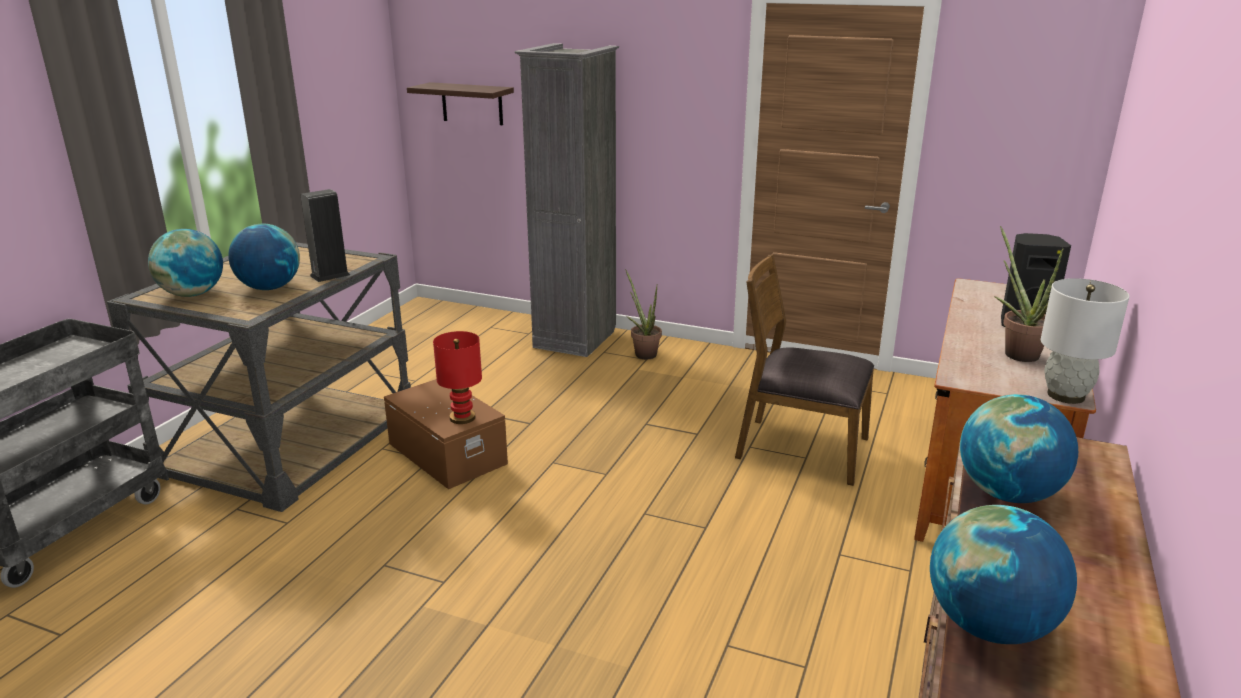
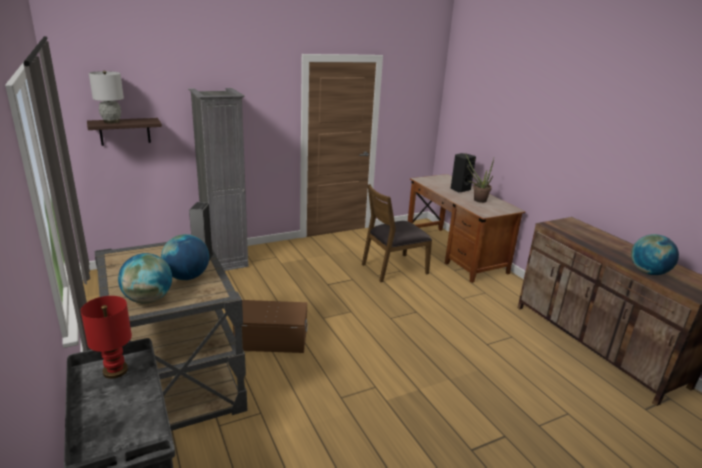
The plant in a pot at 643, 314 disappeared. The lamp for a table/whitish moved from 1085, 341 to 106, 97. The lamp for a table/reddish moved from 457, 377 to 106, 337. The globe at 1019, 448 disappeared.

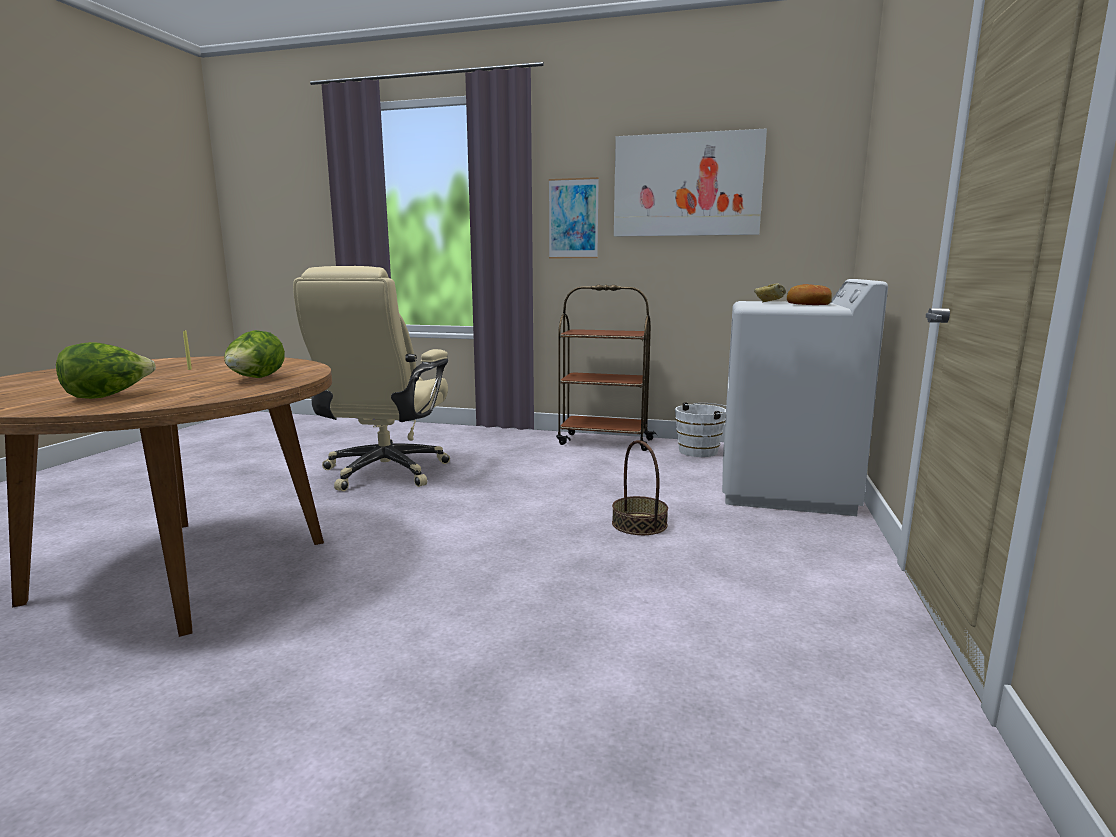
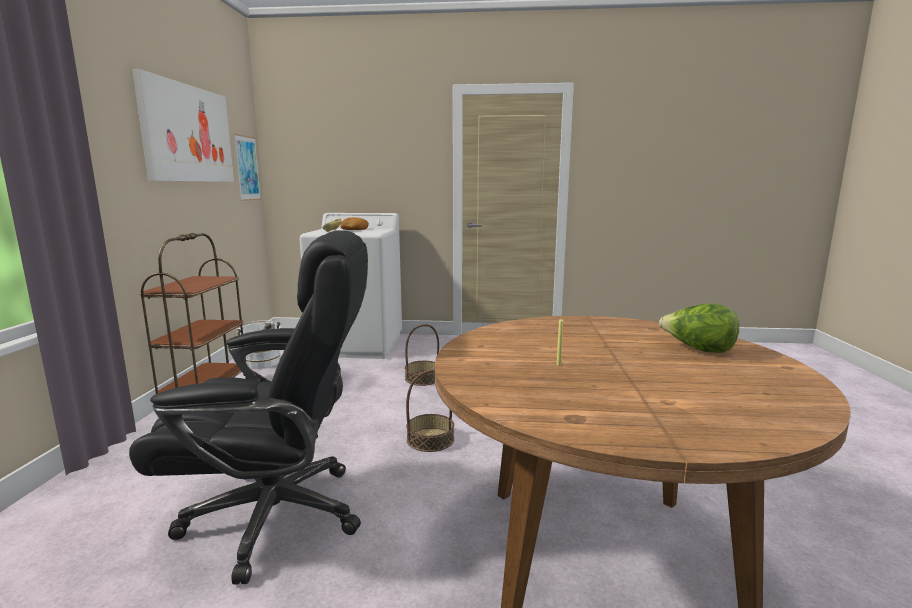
The wall picture moved from 574, 217 to 247, 167. The office chair/beige at 371, 378 became the office chair/black at 248, 407. The head of lettuce at 254, 354 disappeared. The storage basket at 430, 410 appeared.

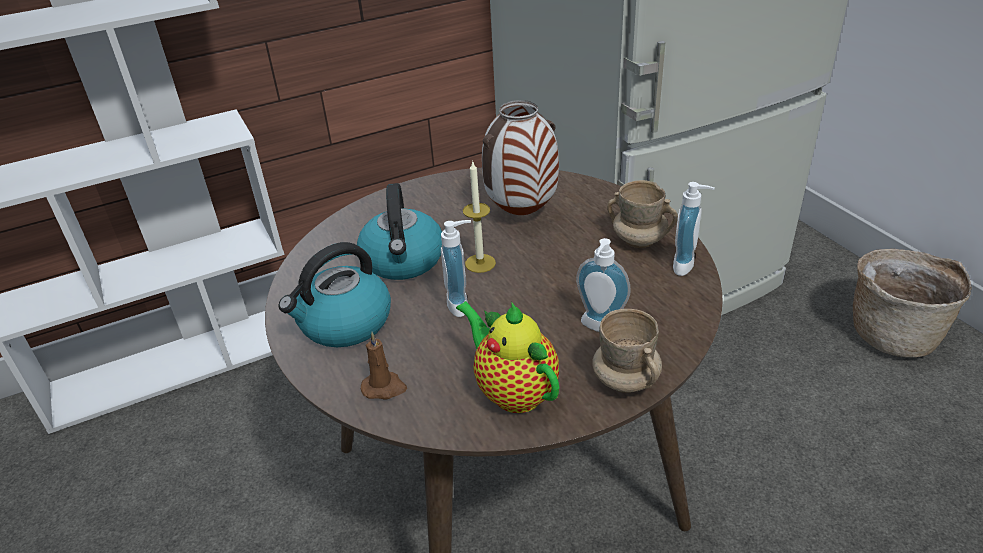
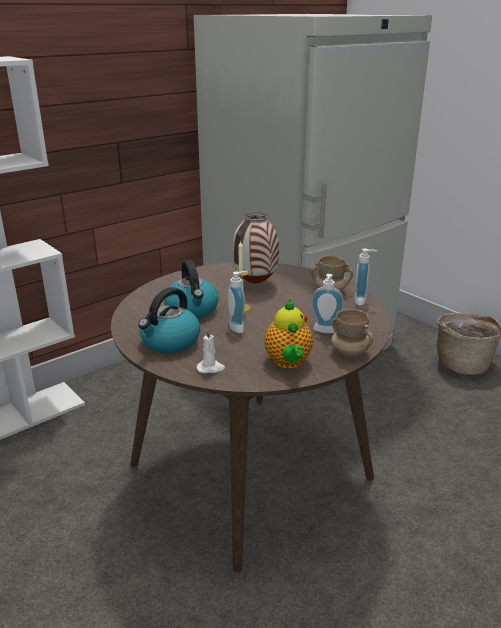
The pot for tea at 507, 357 turned 135 degrees counterclockwise. The wax candle/brownish at 384, 366 became the wax candle/whitish at 211, 350.

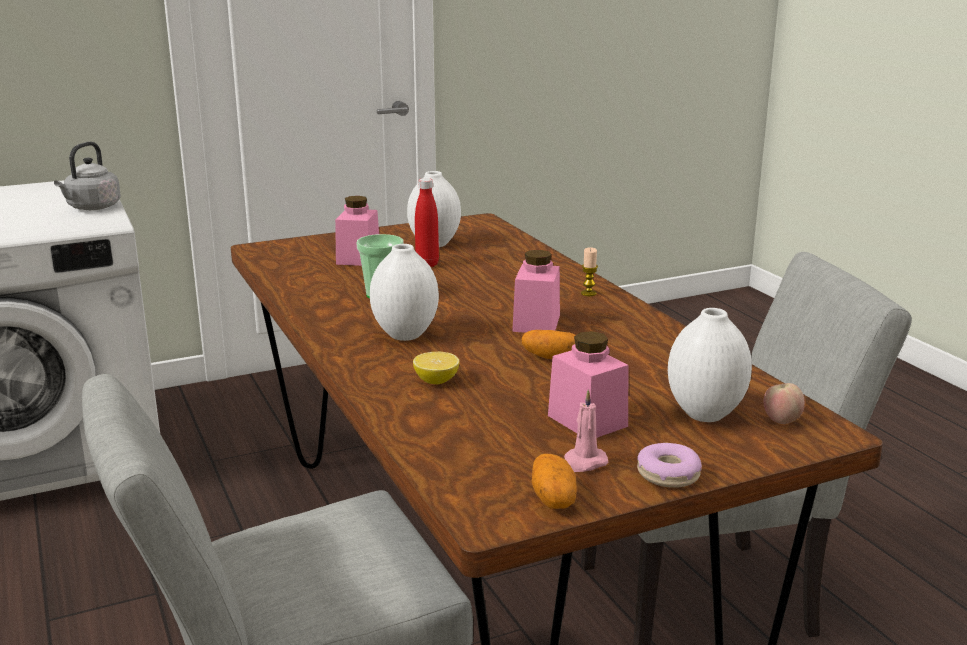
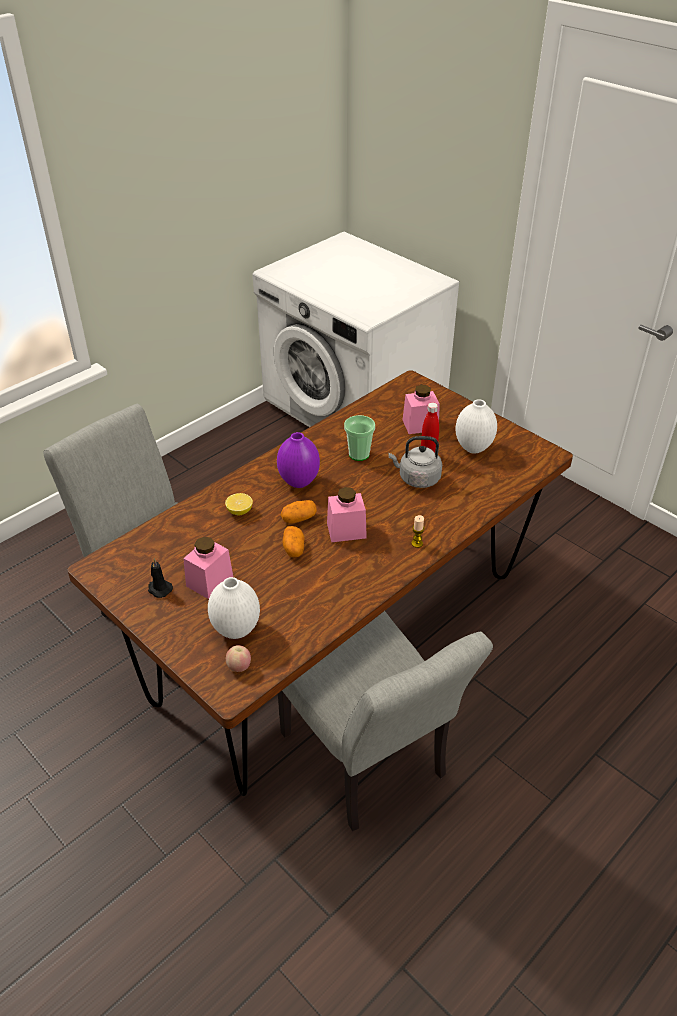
The tea kettle/greyish moved from 87, 176 to 415, 462. The flower vase/whitish at 404, 292 became the flower vase/purple at 298, 460. The wax candle/pink-coloured at 586, 430 became the wax candle/black at 160, 578. The ring doughnut at 669, 465 disappeared. The whole potato moved from 554, 481 to 298, 512.

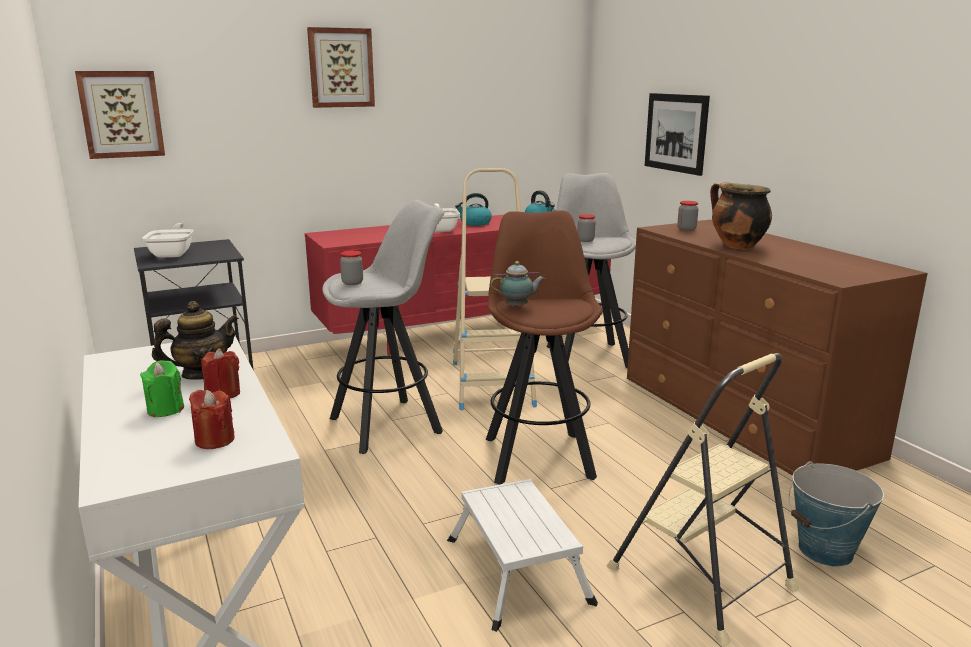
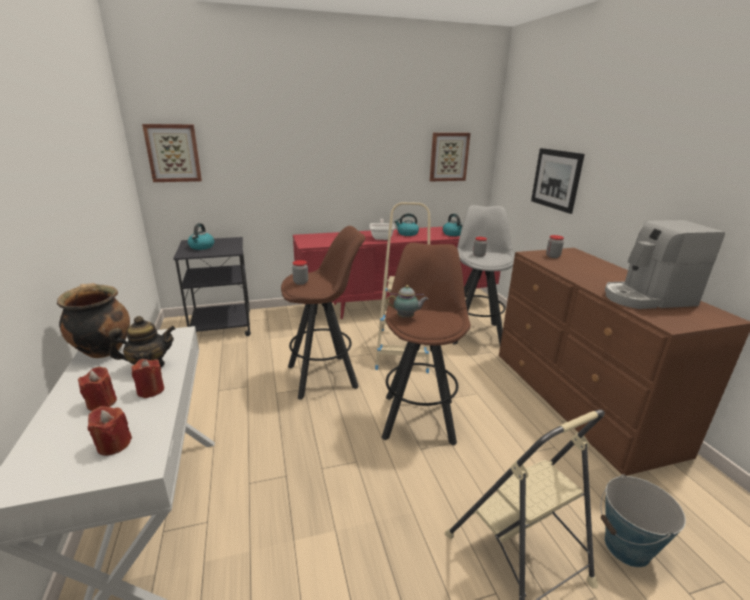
The wall picture moved from 341, 67 to 450, 157. The cooking pot moved from 741, 215 to 93, 320. The sitting stool/greyish at 383, 327 became the sitting stool/brownish at 323, 313. The frying pan at 168, 240 was replaced by the tea kettle at 201, 236. The wax candle/green-coloured at 162, 388 became the wax candle/reddish at 97, 389. The step stool/whitish at 522, 555 disappeared. The coffee machine at 665, 264 appeared.

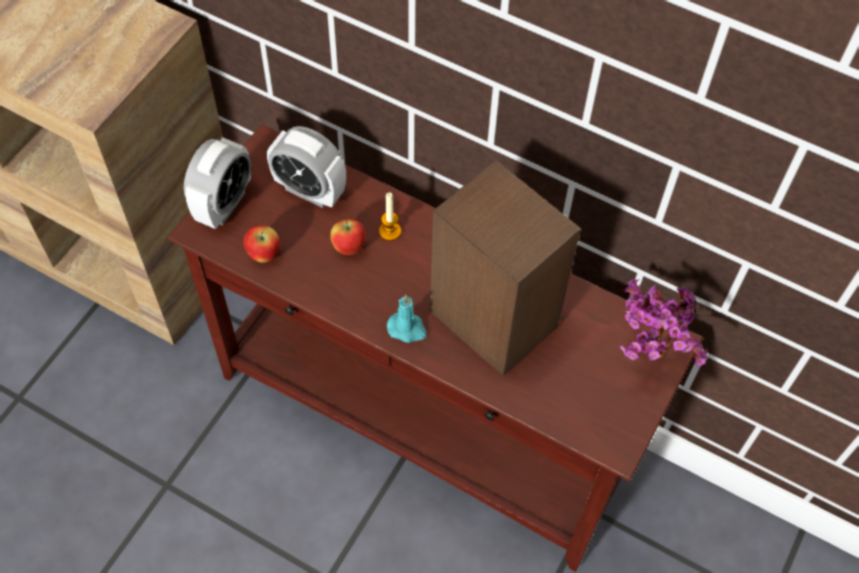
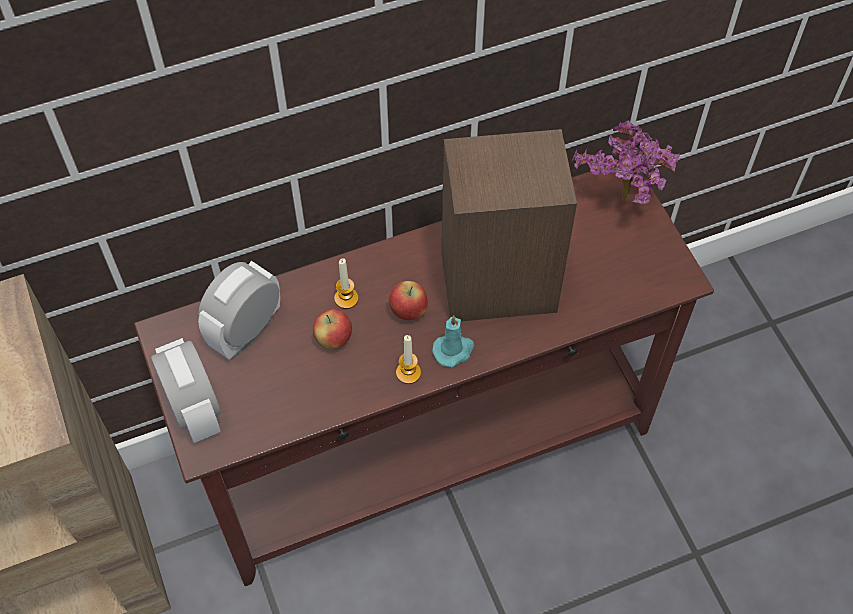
The bedside clock at 306, 167 turned 150 degrees clockwise. The apple moved from 261, 244 to 408, 300. The wax candle at 408, 359 appeared.

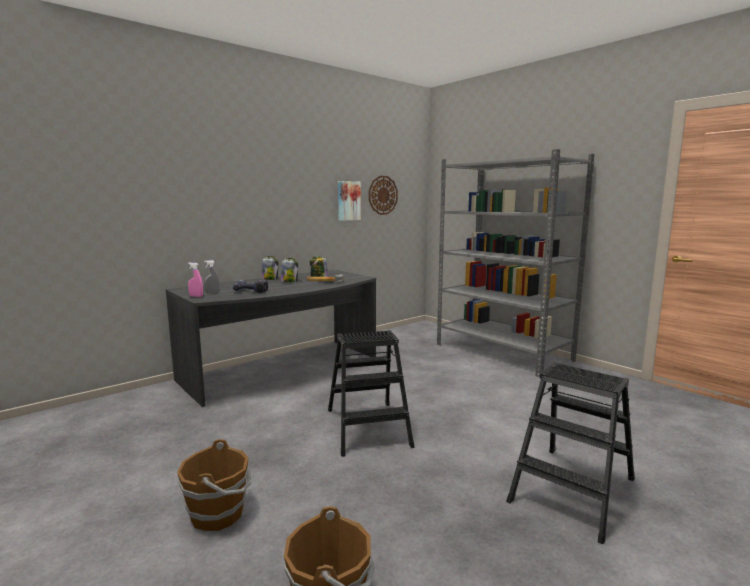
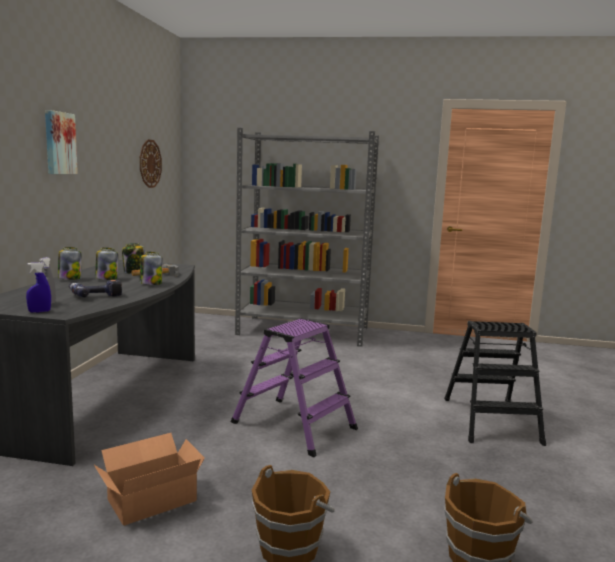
The wall picture moved from 349, 201 to 61, 142. The sprayer/pink-coloured at 195, 279 became the sprayer/bluish at 38, 287. The step stool/black at 371, 393 became the step stool/purple at 294, 387. The jar at 151, 268 appeared. The packing box at 149, 479 appeared.

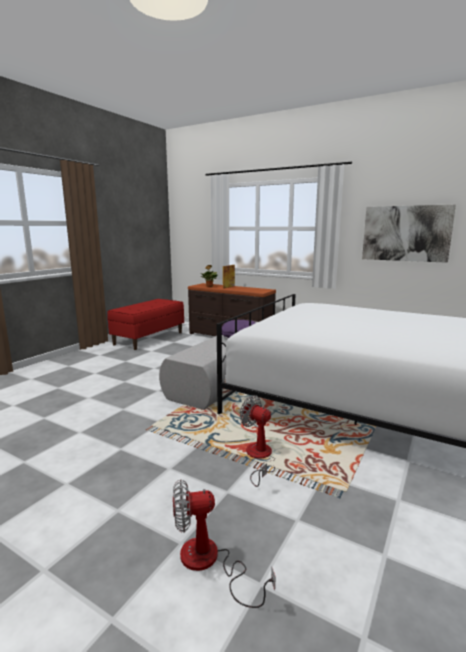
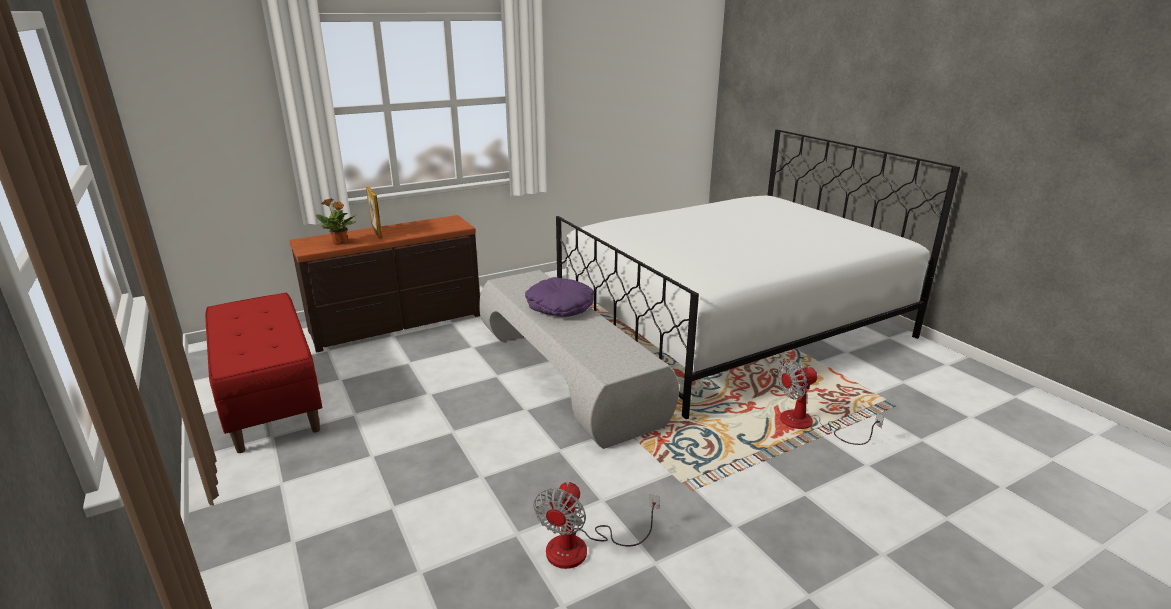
The wall picture at 409, 234 disappeared. The fan moved from 224, 543 to 597, 525.

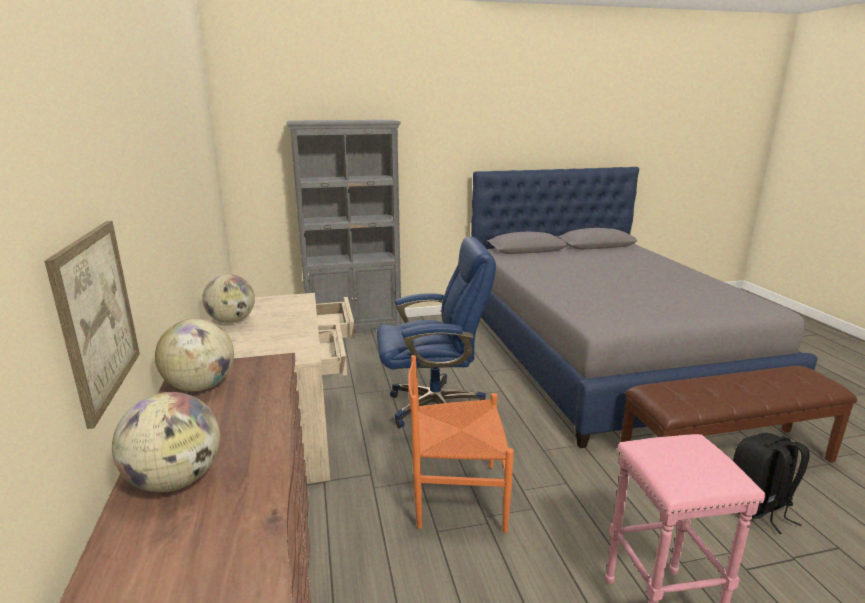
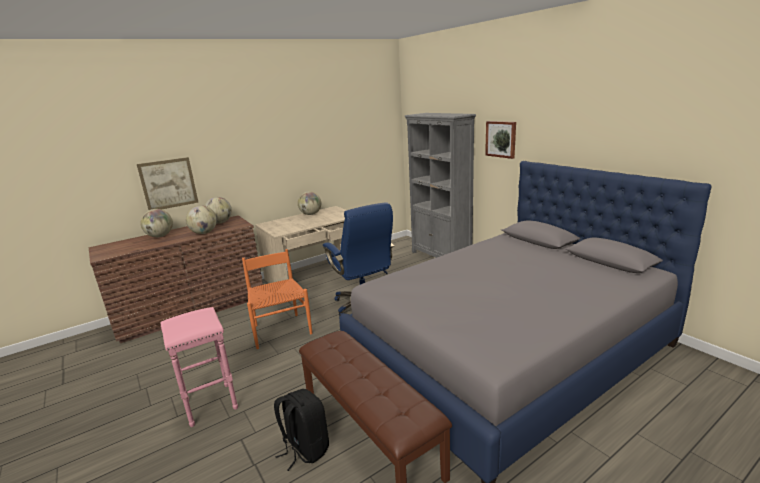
The wall picture at 500, 140 appeared. The globe at 201, 219 appeared.

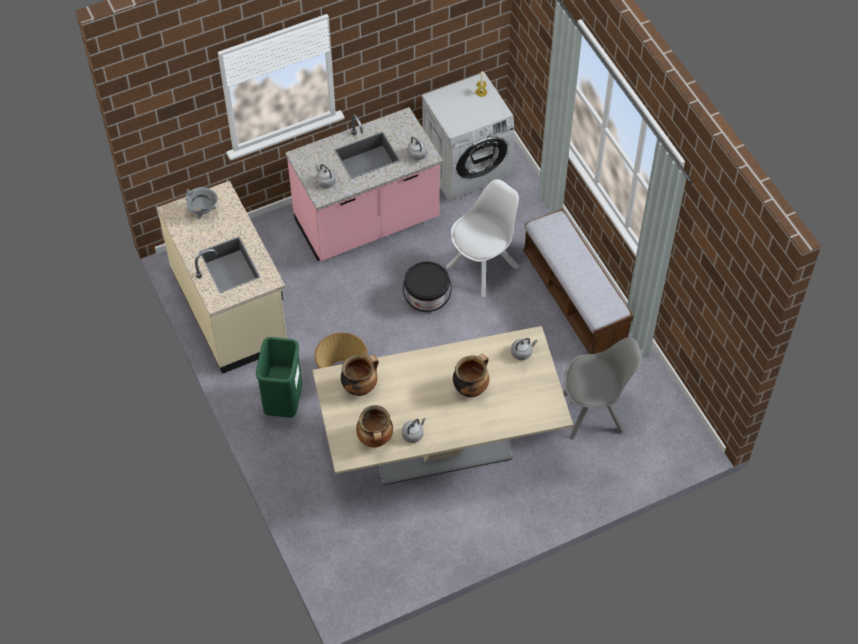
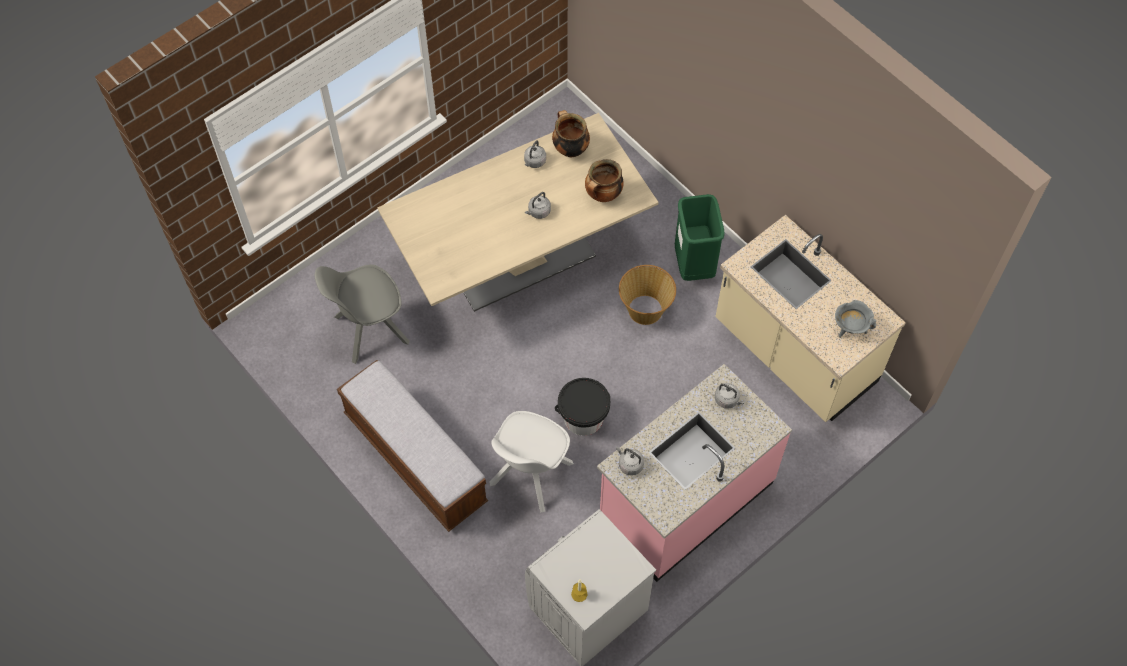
The tea kettle/greyish moved from 524, 349 to 538, 205. The cooking pot at 471, 375 disappeared.

